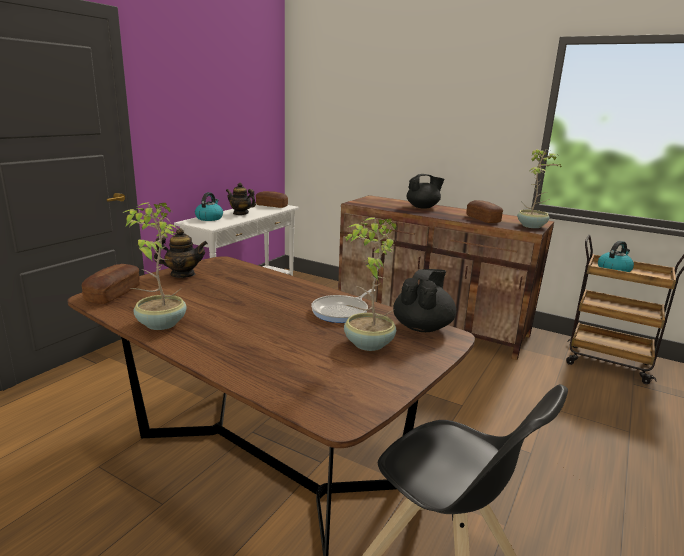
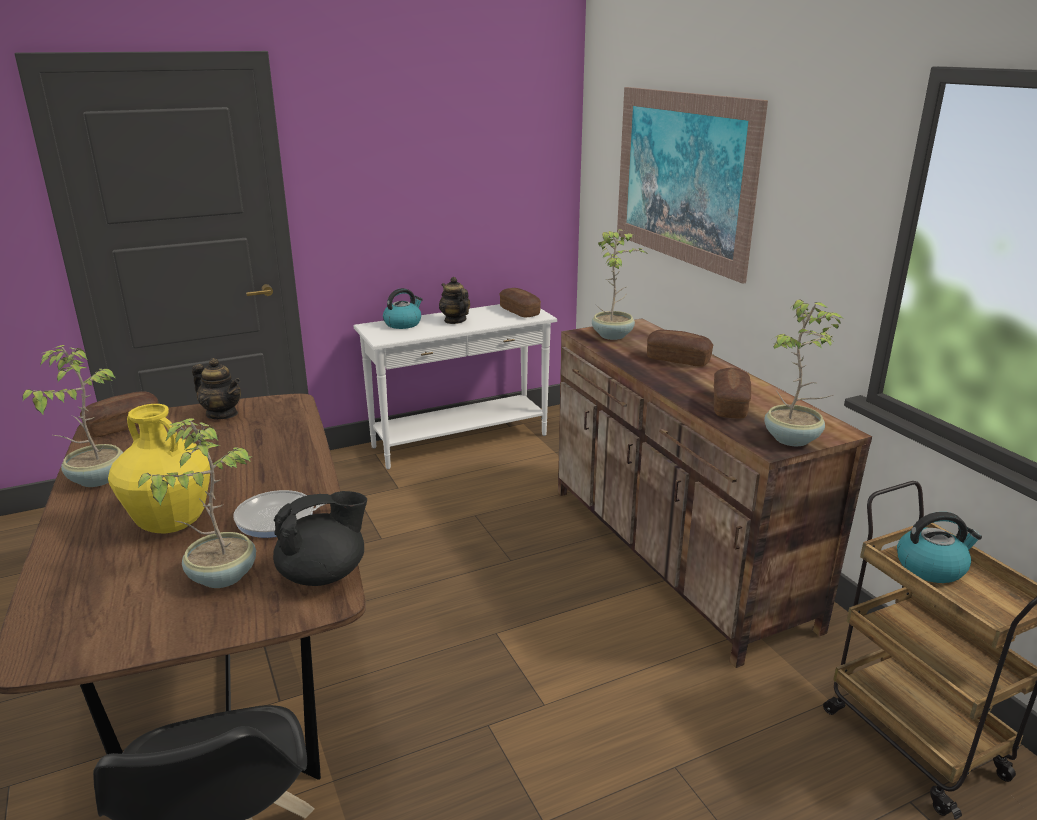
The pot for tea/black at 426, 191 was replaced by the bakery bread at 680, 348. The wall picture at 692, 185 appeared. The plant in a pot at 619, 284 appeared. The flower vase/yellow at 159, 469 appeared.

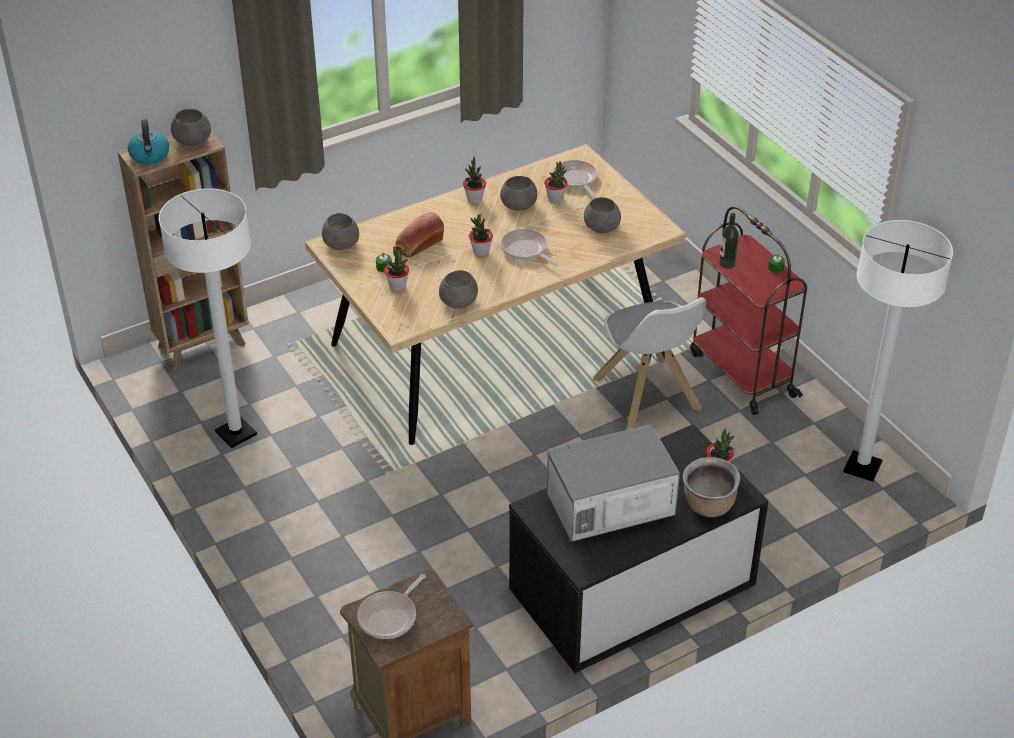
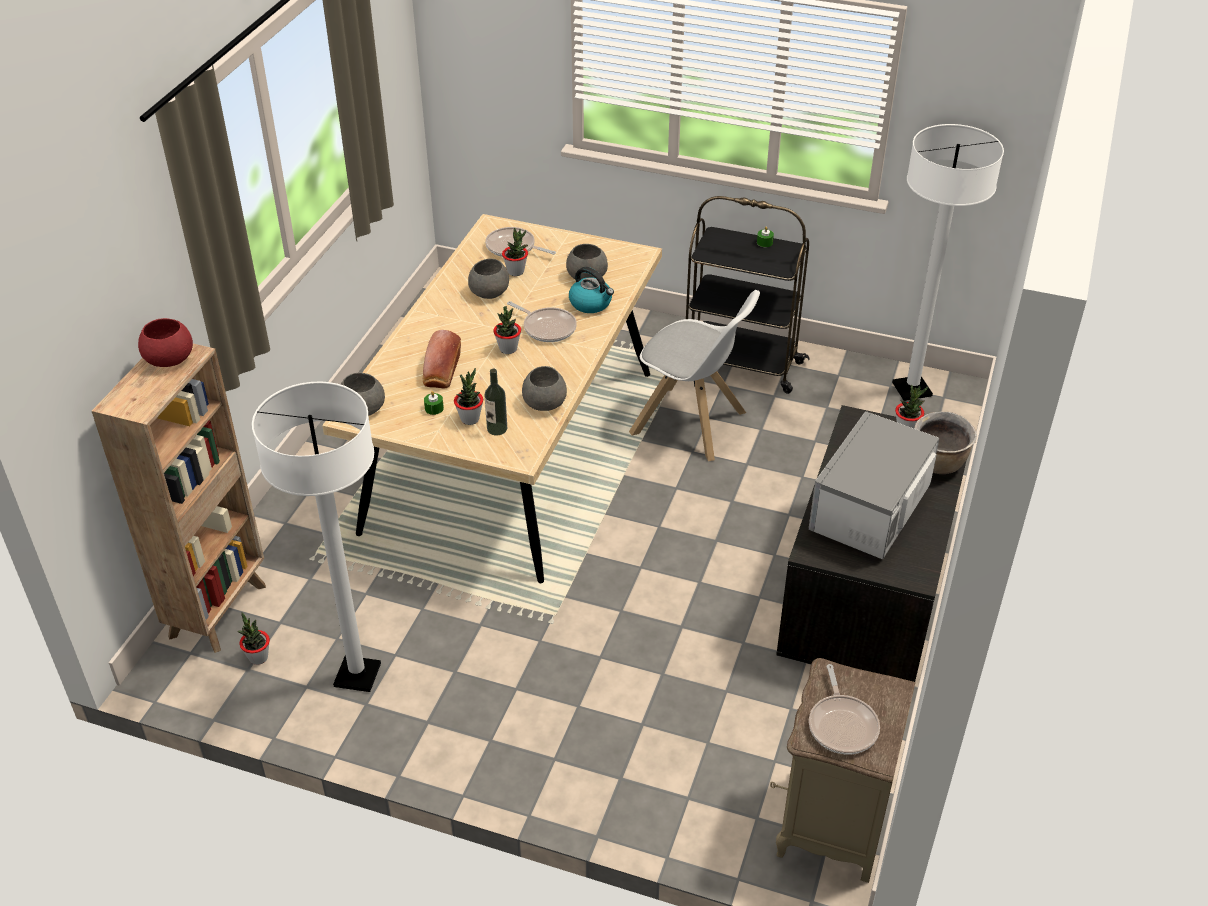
The serving bowl/greyish at 191, 127 became the serving bowl/reddish at 165, 342. The tea kettle moved from 148, 142 to 591, 290. The plant in a pot moved from 474, 180 to 253, 639. The wheeled cart/reddish at 749, 310 became the wheeled cart/black at 747, 295. The beverage bottle moved from 729, 241 to 495, 402. The frying pan at 530, 247 turned 150 degrees counterclockwise.

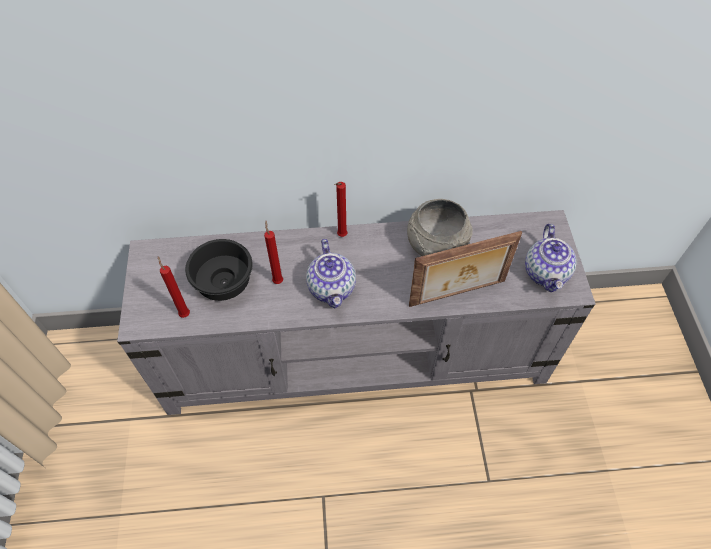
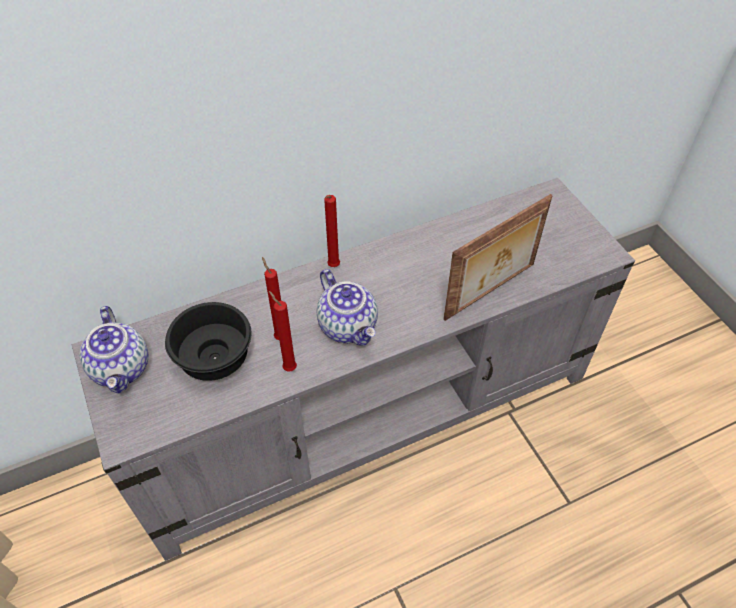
The serving bowl/greyish at 440, 227 disappeared. The pot for tea moved from 551, 258 to 113, 350. The wax candle/reddish moved from 174, 287 to 283, 331.

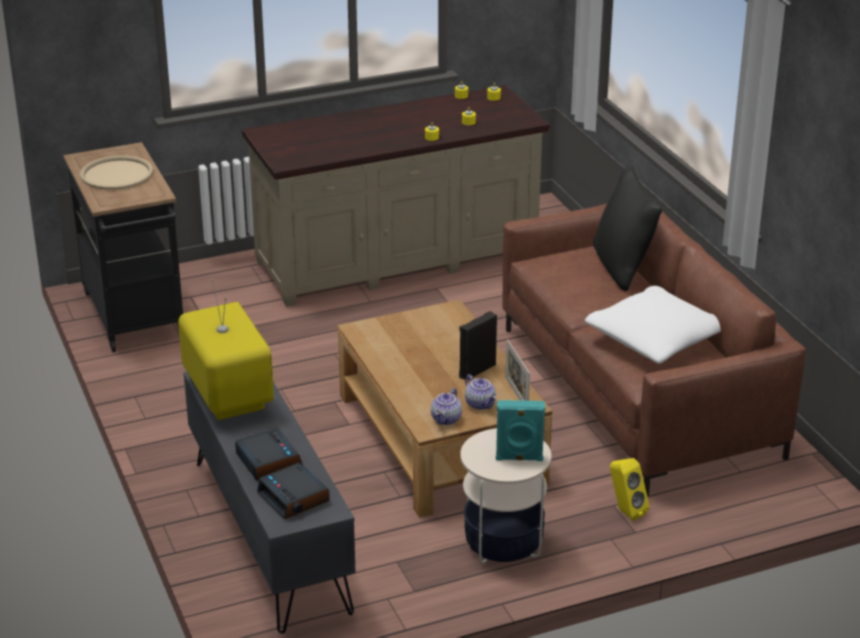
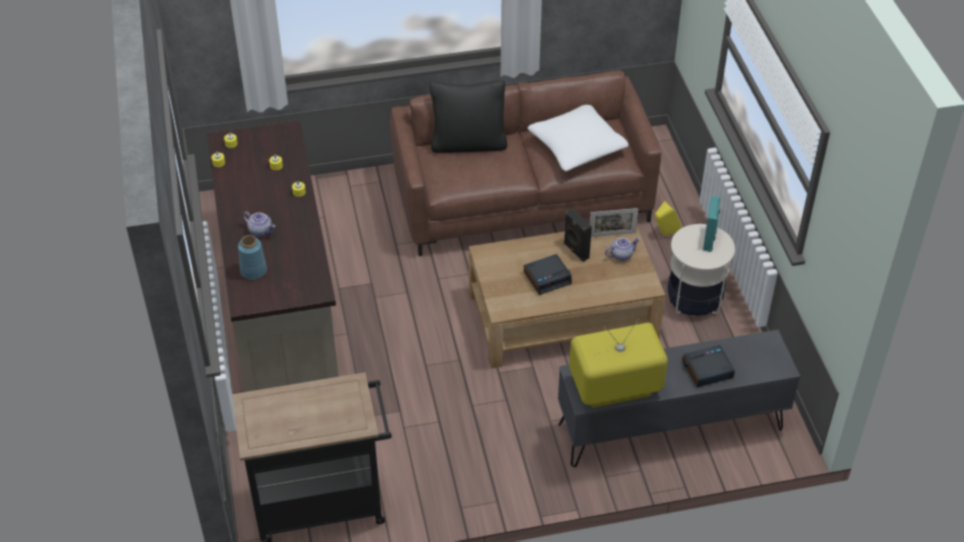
The carrying tray/beige at 116, 172 disappeared. The pot for tea moved from 446, 406 to 259, 224. The bedside clock moved from 293, 490 to 548, 274. The flower vase/bluish at 252, 257 appeared.

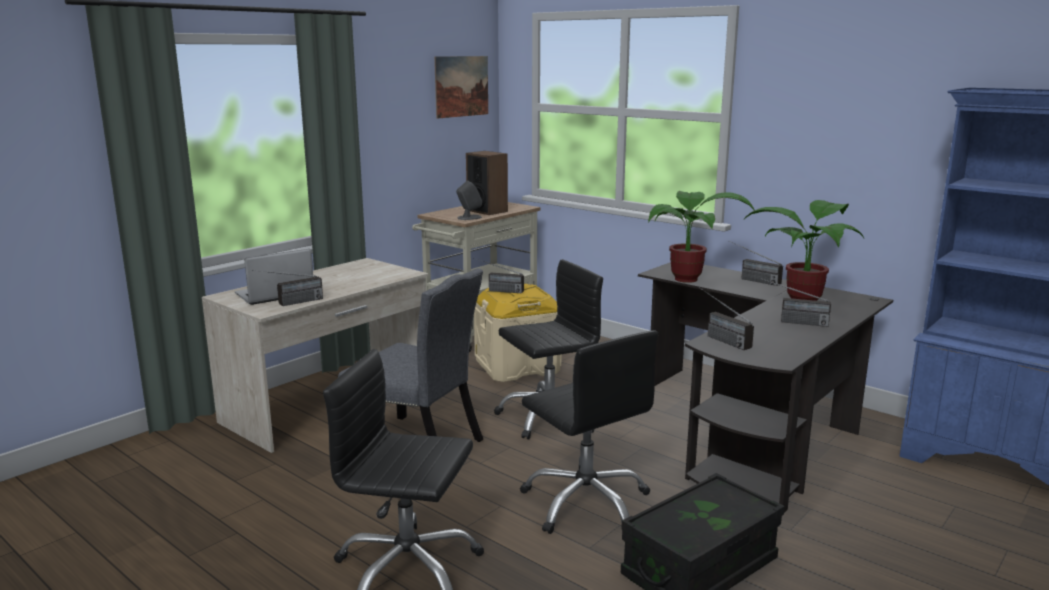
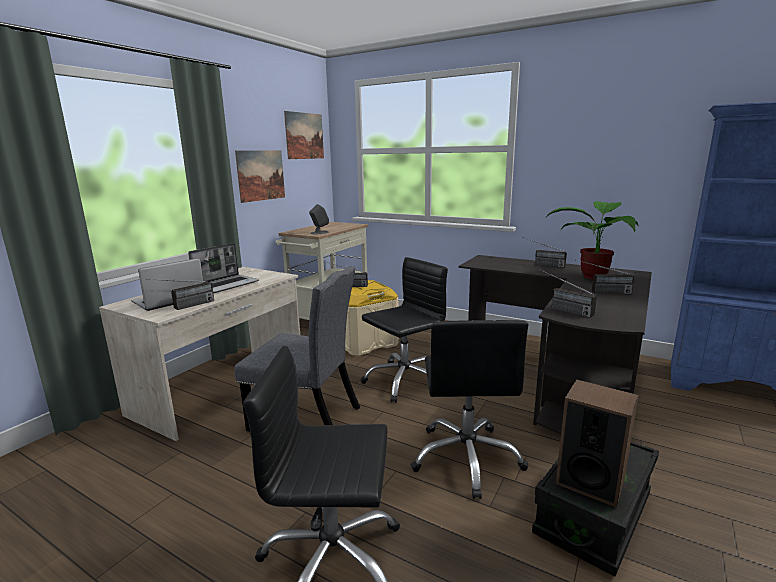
The speaker moved from 487, 183 to 597, 443. The plant in a pot at 701, 237 disappeared. The office chair/black at 589, 432 turned 45 degrees clockwise. The wall picture at 260, 176 appeared. The laptop at 223, 268 appeared.

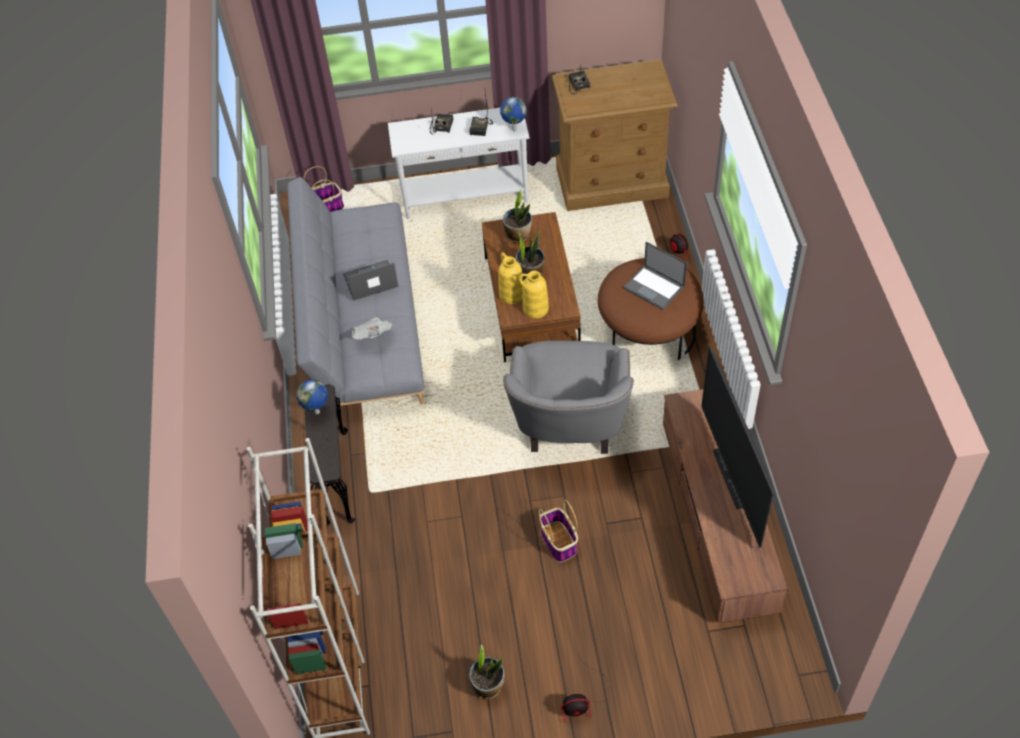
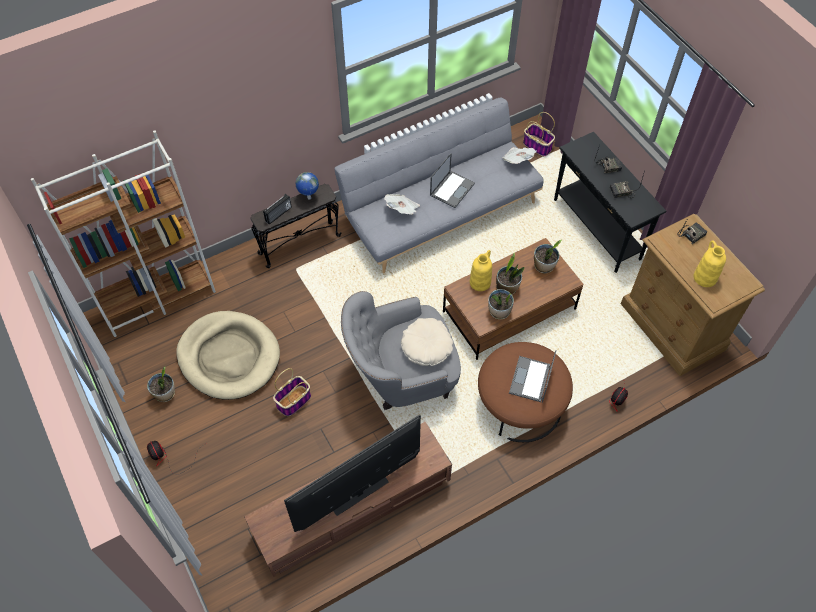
The globe at 513, 114 disappeared. The hall table/whitish at 458, 163 became the hall table/black at 610, 202. The laptop at 371, 280 turned 75 degrees clockwise. The flower vase/yellow moved from 534, 295 to 710, 263. The newspaper at 519, 155 appeared. The radio set at 277, 209 appeared. The plant in a pot at 501, 304 appeared. The dog cushion/beige at 228, 355 appeared. The throw pillow/beige at 427, 342 appeared.

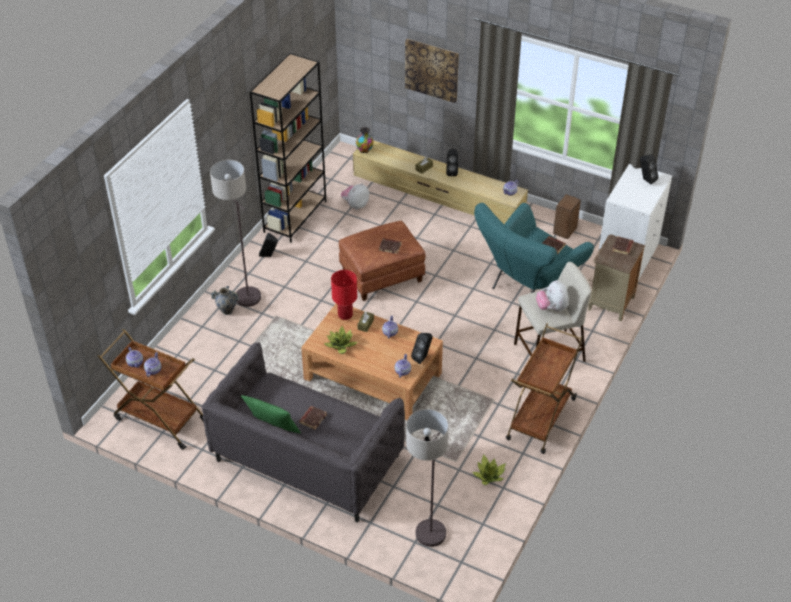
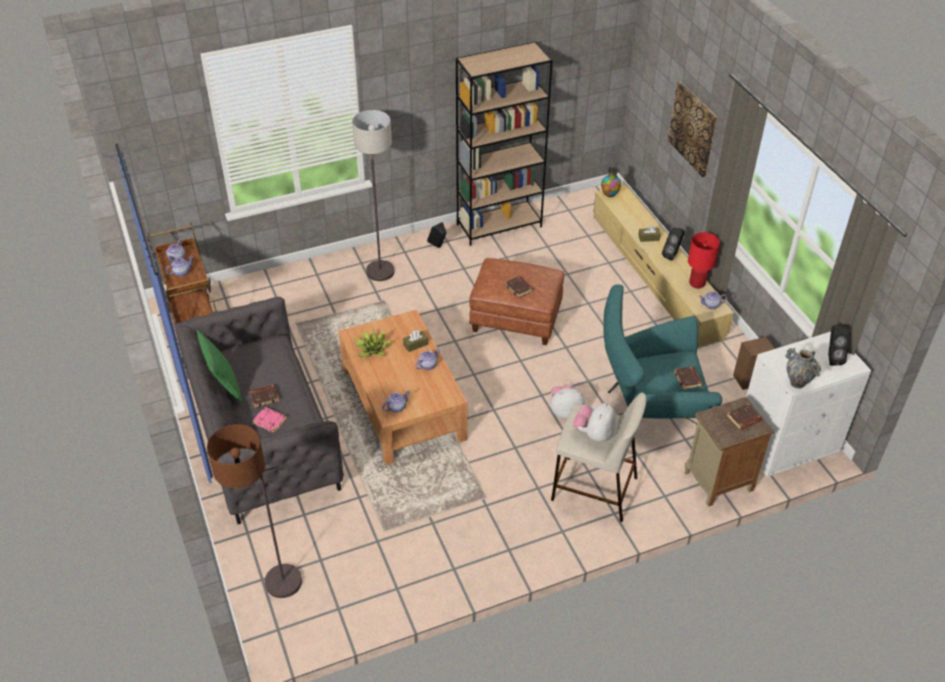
The plush toy moved from 355, 196 to 567, 402. The lamp for a table/reddish moved from 344, 295 to 704, 260. The flower vase moved from 225, 300 to 803, 368. The wheeled cart/brownish at 544, 388 disappeared. The speaker/black at 422, 348 disappeared. The standard lamp/greyish at 427, 478 became the standard lamp/brownish at 254, 511. The plant in a pot at 489, 469 disappeared. The book/pink-coloured at 269, 420 appeared.

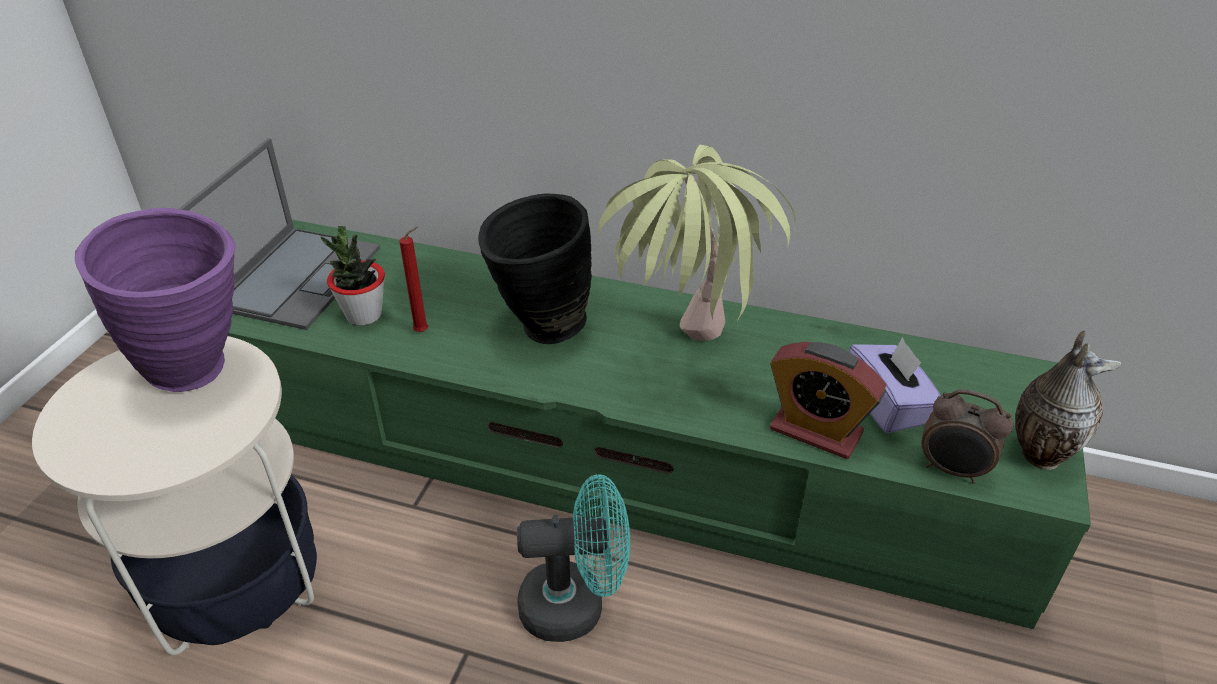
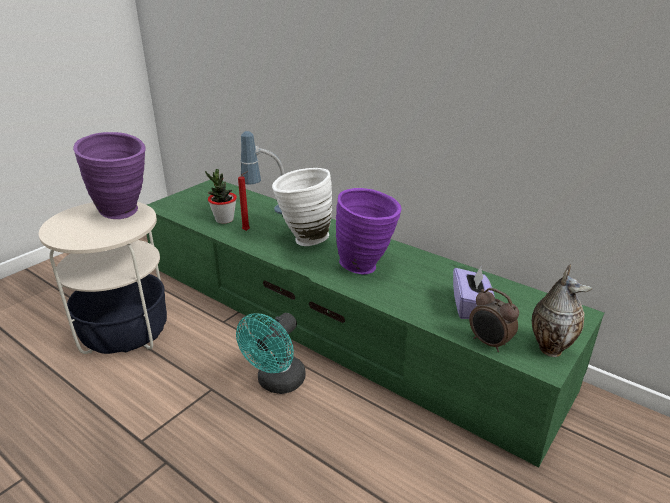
The laptop at 279, 234 disappeared. The plant in a pot at 697, 243 was replaced by the flower vase/purple at 368, 231. The flower vase/black at 535, 268 became the flower vase/whitish at 302, 207. The bedside clock at 828, 400 disappeared. The fan/turquoise-coloured at 573, 558 turned 105 degrees clockwise. The lamp for a table at 262, 172 appeared.

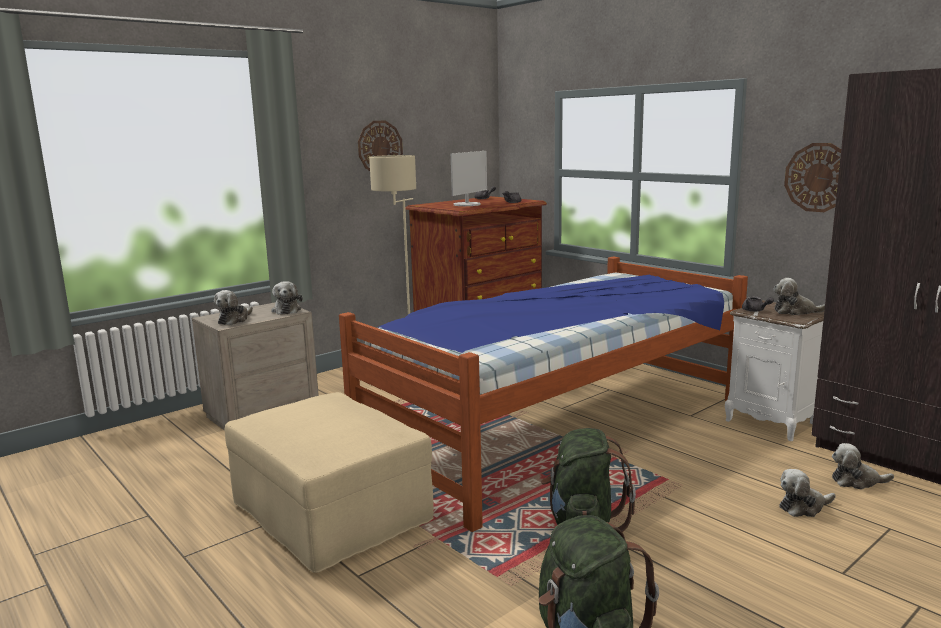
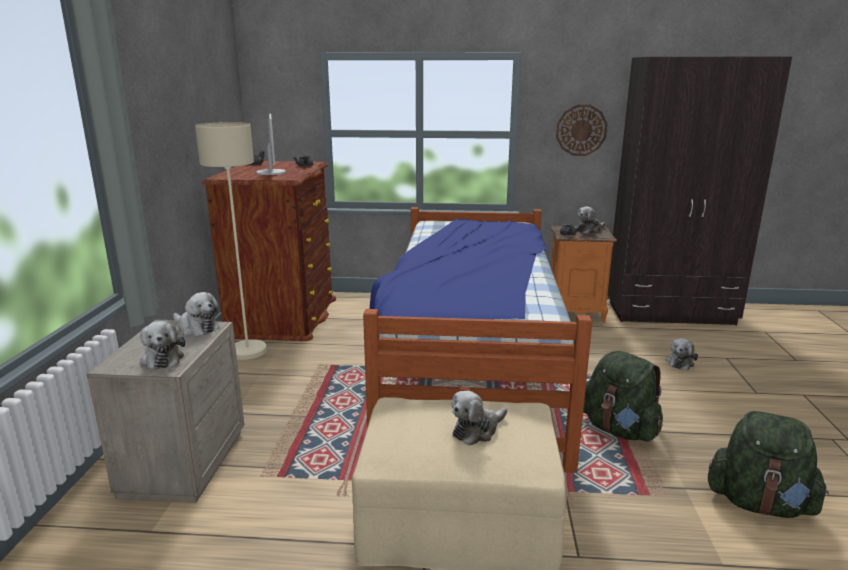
The wall clock at 380, 146 disappeared. The nightstand/whitish at 774, 370 became the nightstand/orange-coloured at 584, 274. The plush toy moved from 863, 466 to 479, 418.

